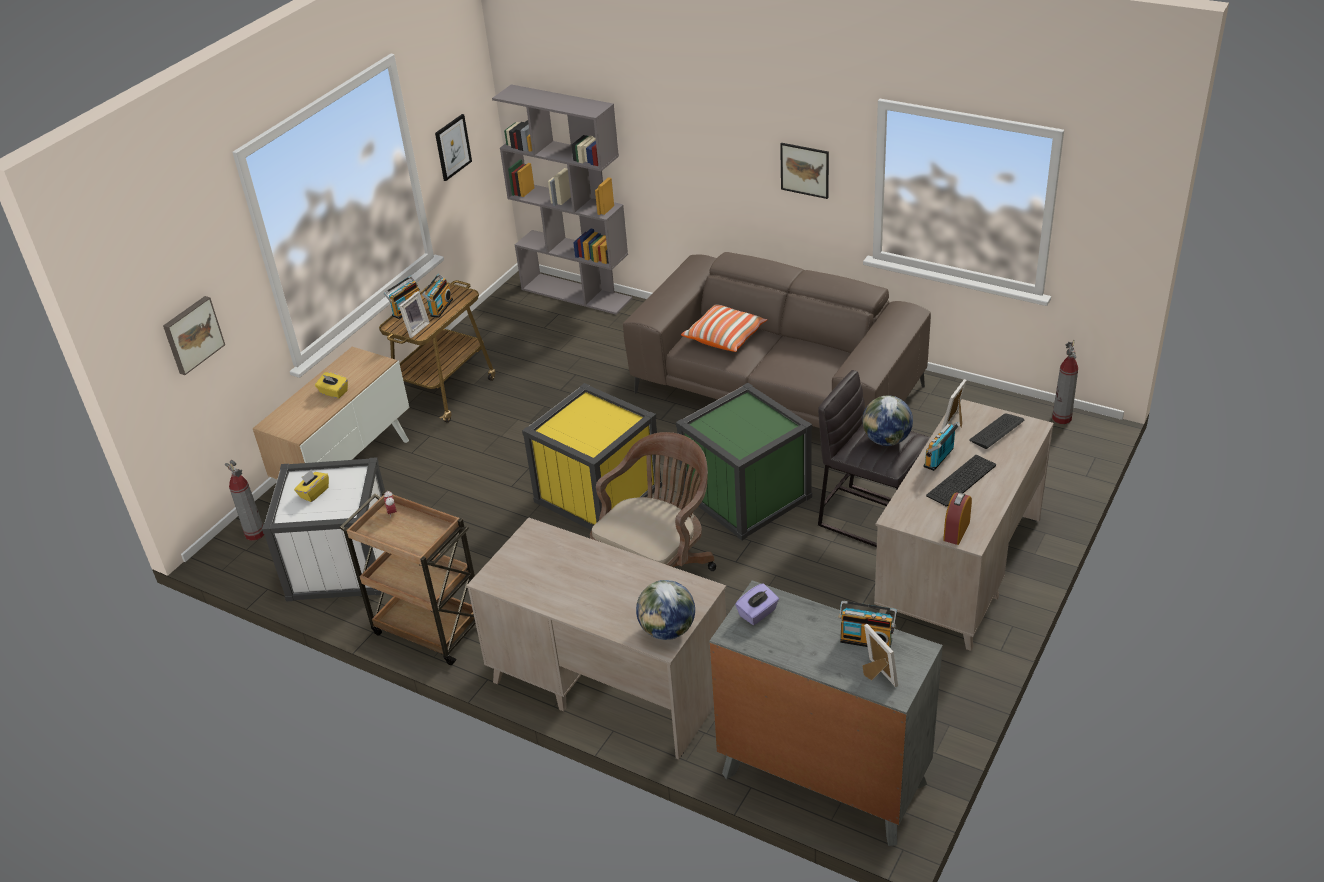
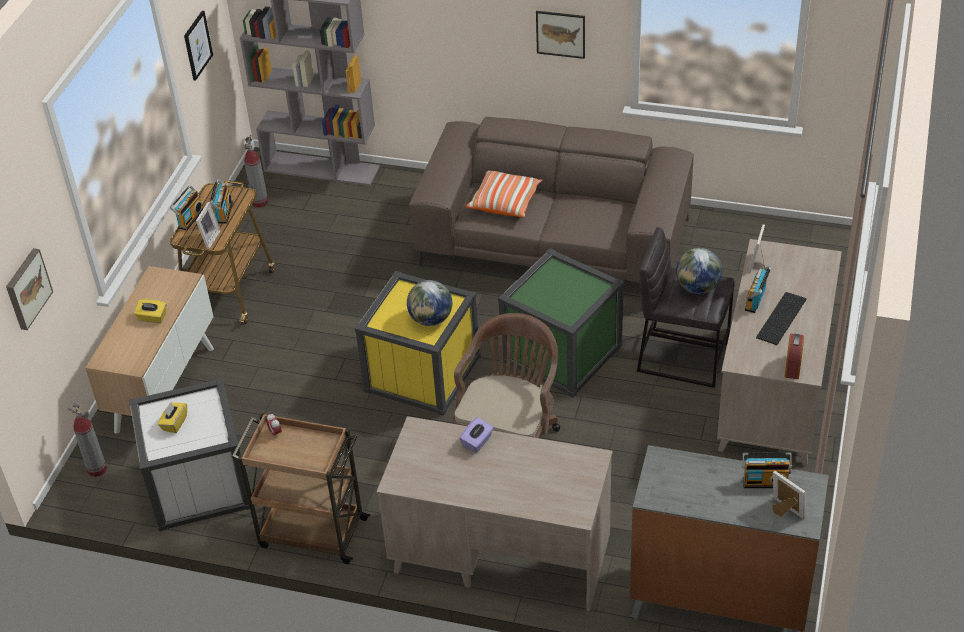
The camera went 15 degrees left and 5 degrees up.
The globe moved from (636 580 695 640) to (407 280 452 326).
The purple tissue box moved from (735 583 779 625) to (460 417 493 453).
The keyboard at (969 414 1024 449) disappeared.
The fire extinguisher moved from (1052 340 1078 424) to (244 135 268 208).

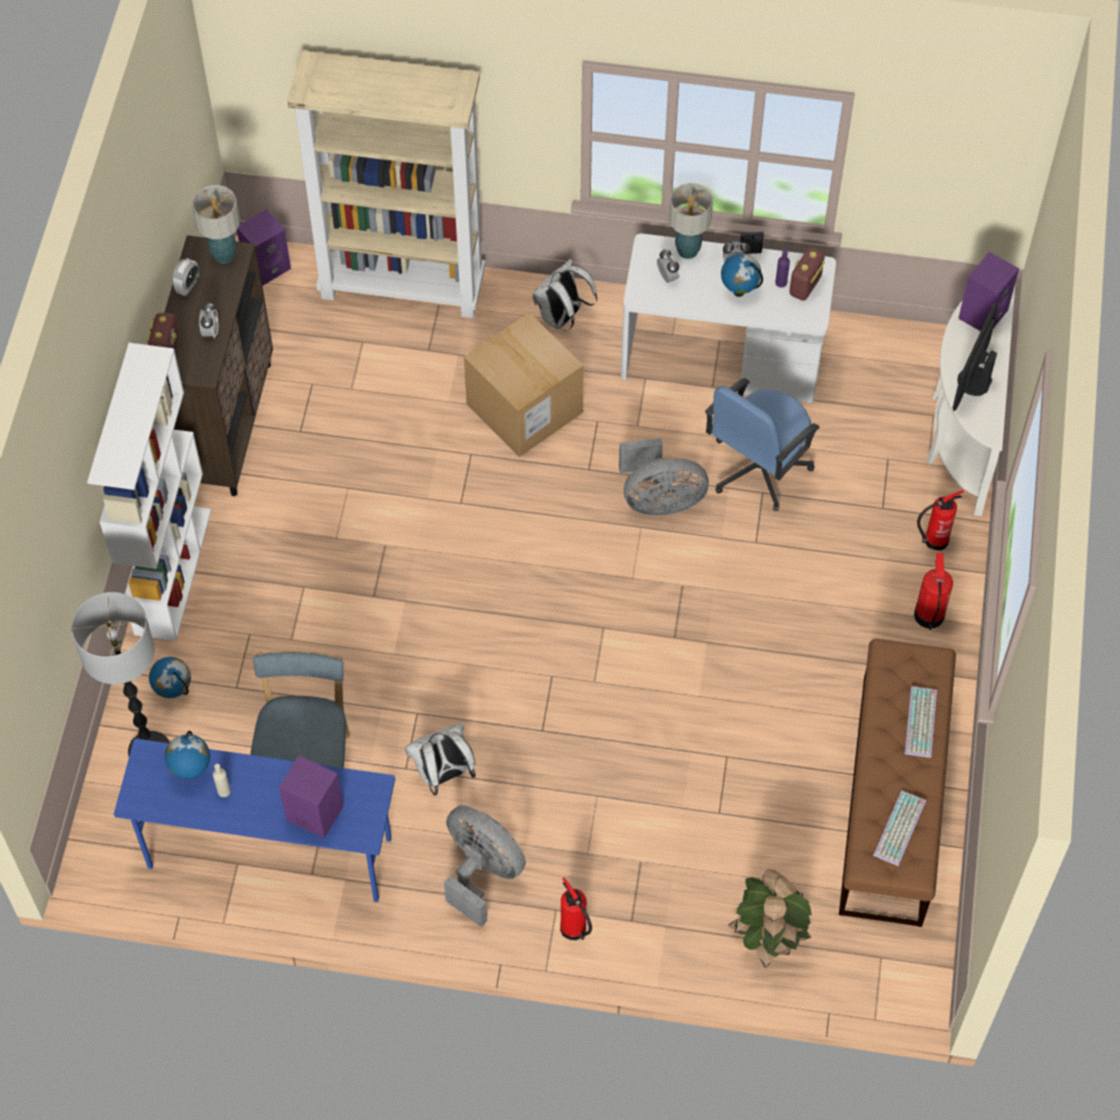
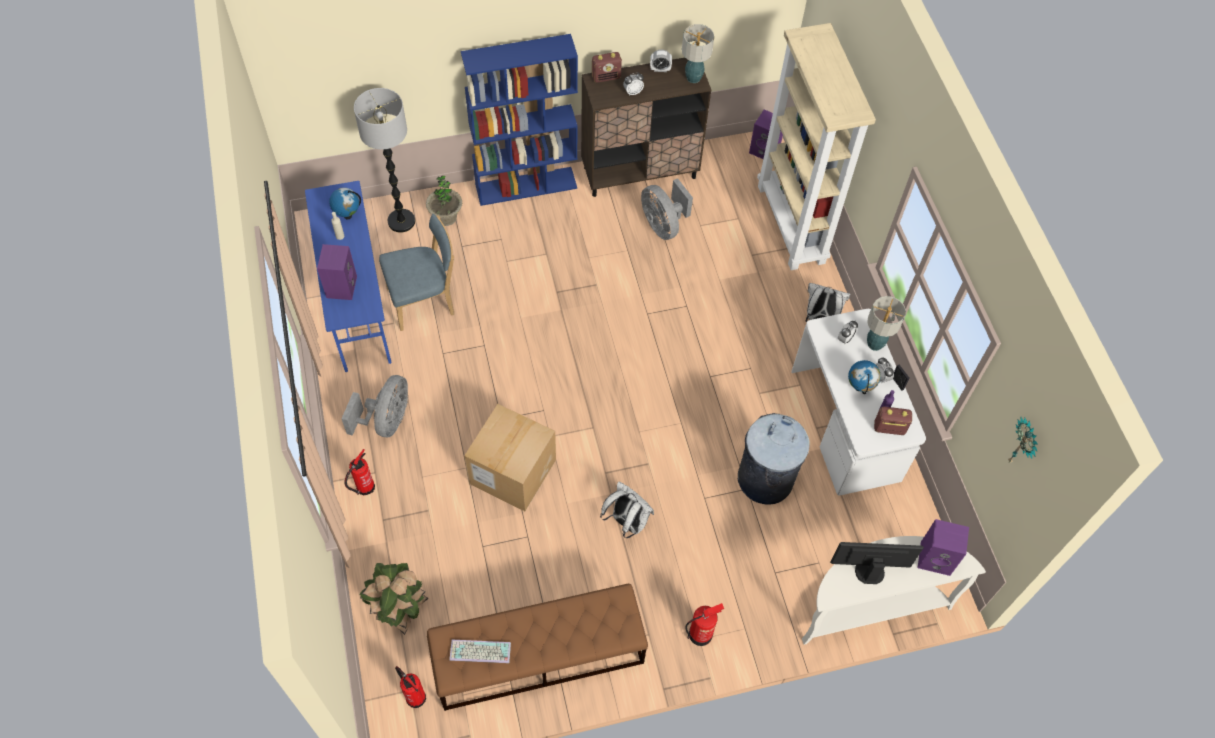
The camera went 65 degrees right and 0 degrees up.
The white bookcase at (87 343 211 641) became the blue bookcase at (461 34 578 206).
The globe at (149 657 191 698) was replaced by the potted plant at (426 176 462 226).
The white backpack moved from (405 722 476 795) to (600 482 654 538).
The cardboard box moved from (464 313 584 457) to (464 404 556 511).
The grey fan moved from (619 438 709 516) to (641 178 693 240).
The blue office chair at (705 378 820 511) was replaced by the grey trash can at (738 413 810 505).
The keyboard at (904 686 937 758) disappeared.
The fire extinguisher moved from (917 490 964 550) to (395 666 426 708).
The wall clock at (1008 417 1038 463) appeared.

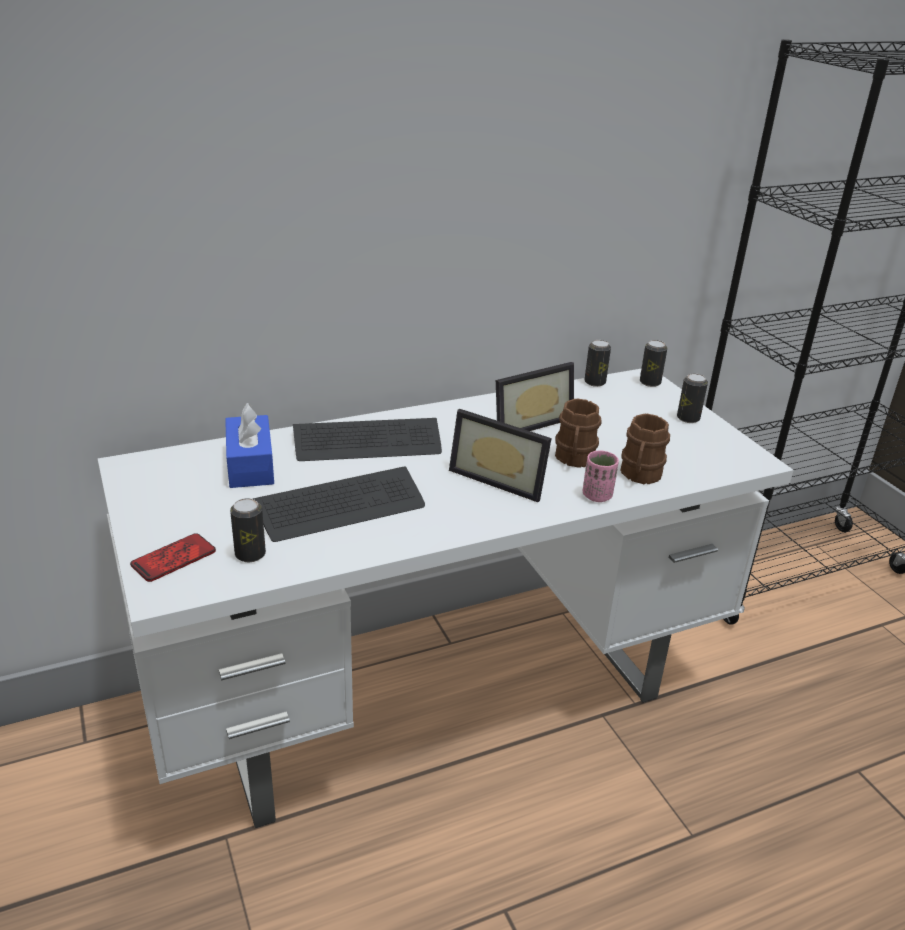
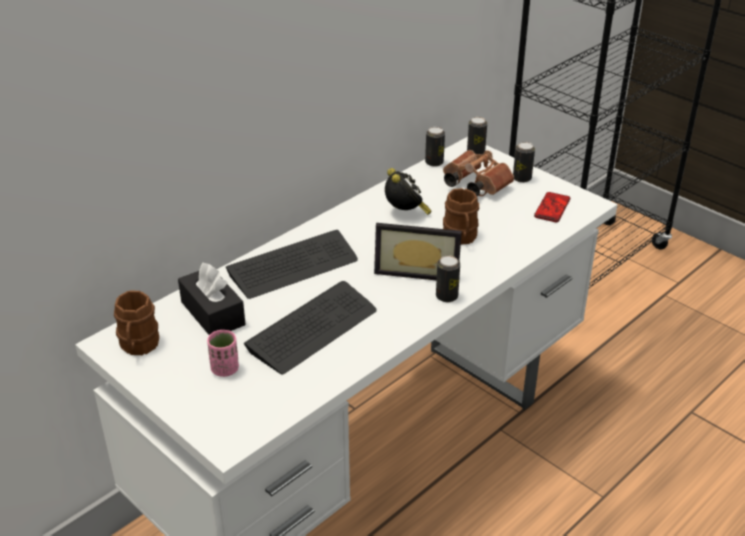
The camera went 20 degrees left and 5 degrees up.
The phone moved from (130 533 216 582) to (534 192 570 222).
The blue tissue box at (225 403 274 488) became the black tissue box at (178 262 246 335).
The can moved from (230 498 266 562) to (436 255 460 302).
The picture frame at (496 362 574 431) was replaced by the alarm clock at (385 168 432 215).
The pink cup moved from (583 451 619 502) to (207 330 239 377).
The brown mug moved from (620 414 670 484) to (114 291 159 355).
The brown binoculars at (443 150 514 196) appeared.

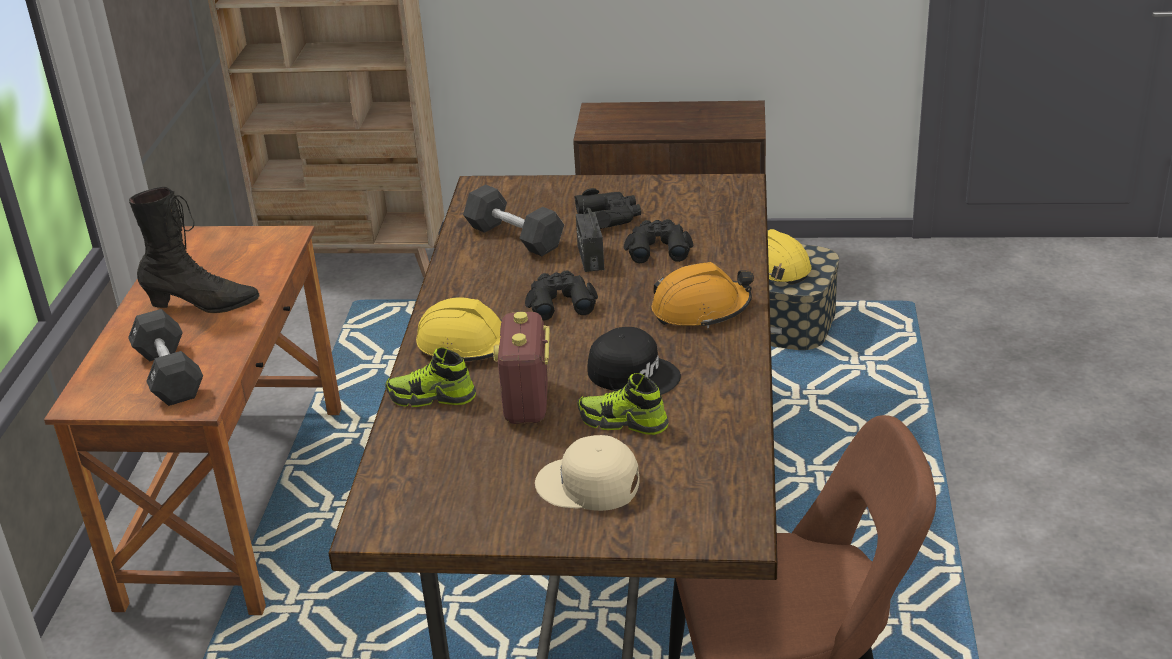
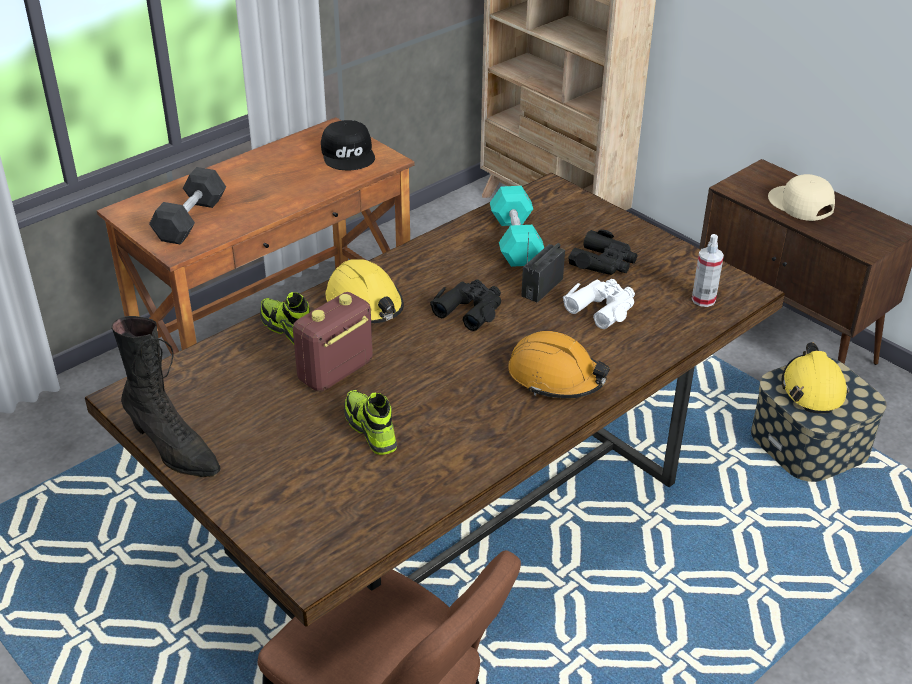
The camera went 40 degrees right and 5 degrees up.
The black boot moved from (129 187 260 313) to (111 316 220 477).
The black dumbbell at (463 184 564 256) became the turquoise dumbbell at (490 186 544 267).
The beige cap moved from (535 435 640 511) to (768 174 835 221).
The black cap moved from (587 327 681 395) to (321 120 375 170).
The black binoculars at (624 219 693 263) became the white binoculars at (563 279 635 329).
The spray bottle at (692 234 724 307) appeared.

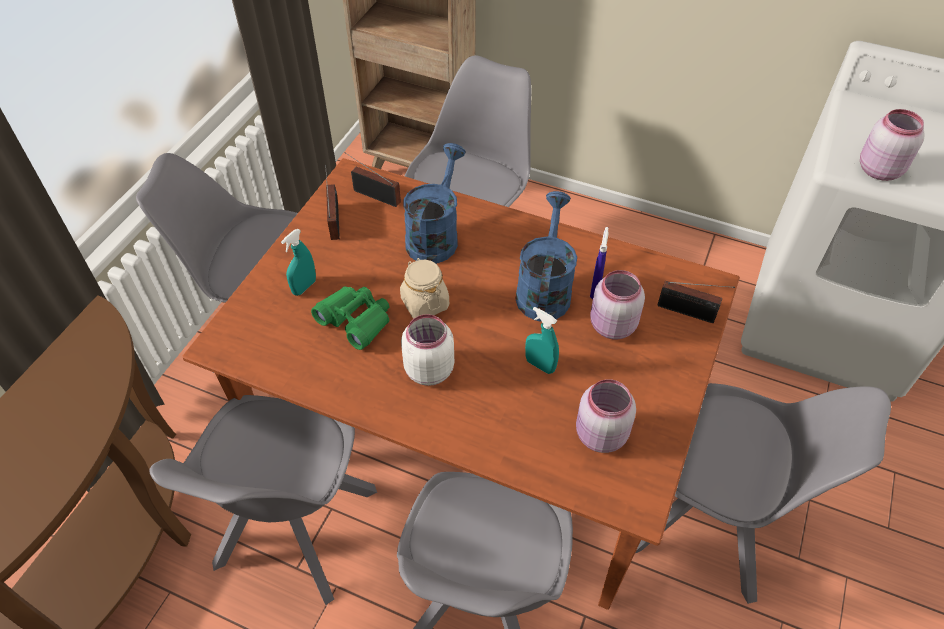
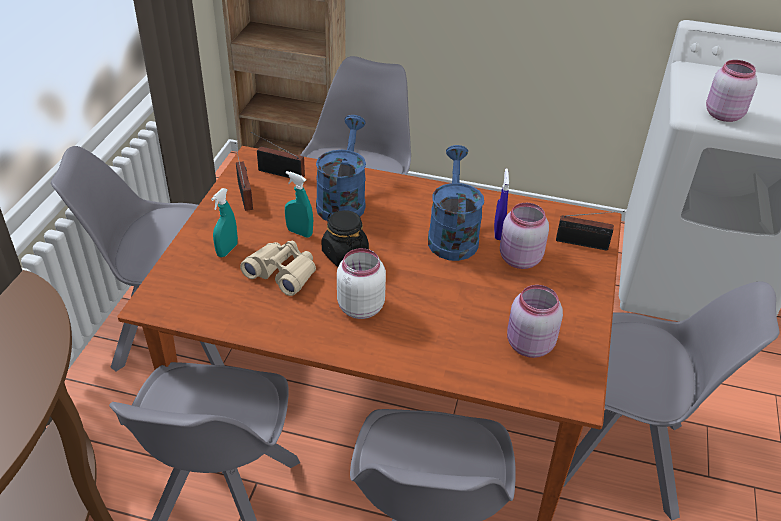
The camera went 10 degrees left and 10 degrees down.
The green binoculars at (311 286 389 350) became the beige binoculars at (240 241 316 296).
The beige jar at (400 258 449 318) became the black jar at (322 210 369 267).
The turquoise spray bottle moved from (525 307 559 374) to (285 171 313 238).

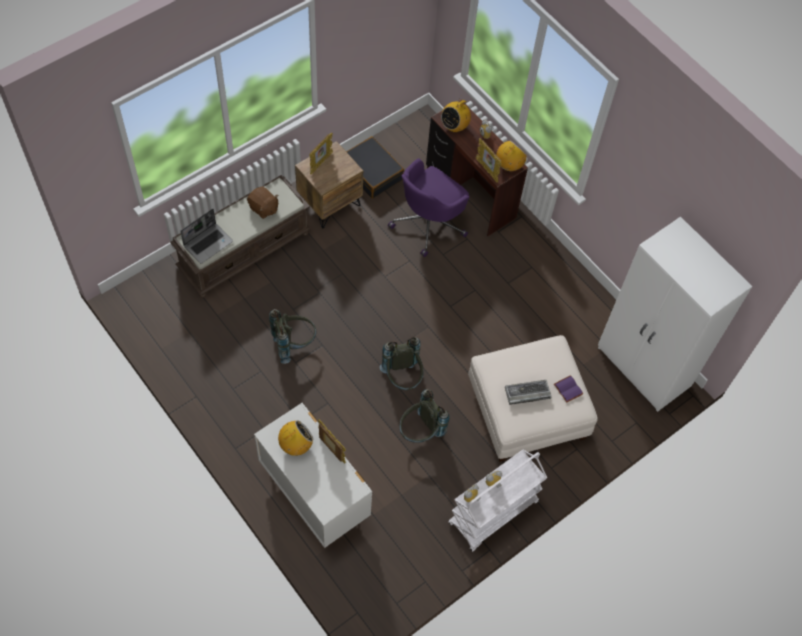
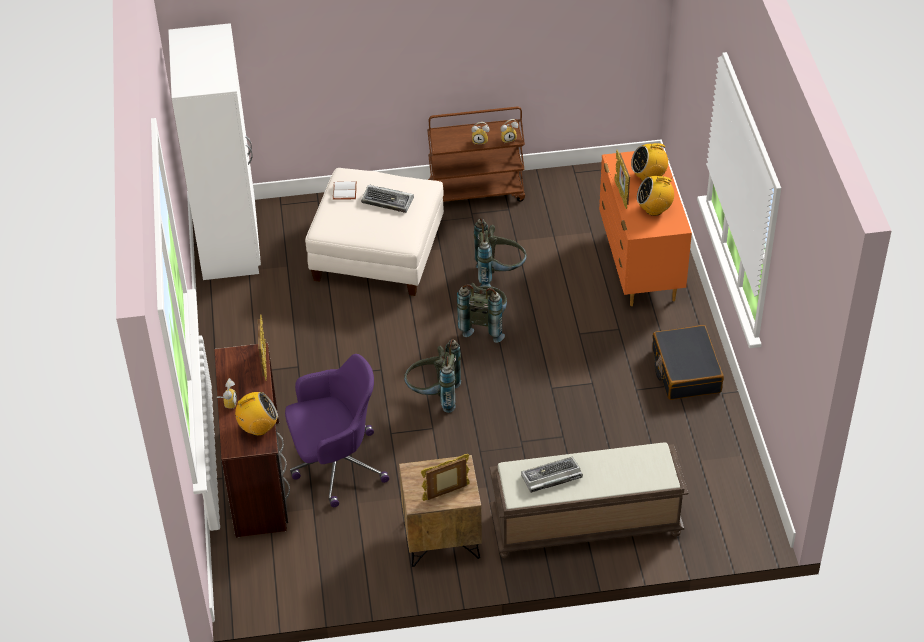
The camera went 145 degrees left and 15 degrees down.
The laptop at (180 209 233 264) disappeared.
The brown plush toy at (247 187 278 219) was replaced by the keyboard at (521 457 583 493).
The white dresser at (254 403 372 548) became the orange dresser at (599 148 692 306).
The grey backpack moved from (269 309 316 364) to (404 339 461 413).
The black suitcase moved from (346 136 404 199) to (652 325 724 400).
The white cart at (448 450 547 552) became the brown cart at (427 107 525 202).
The radio moved from (496 141 527 172) to (631 143 668 181).
The purple book at (554 375 583 403) became the white book at (333 181 357 200).

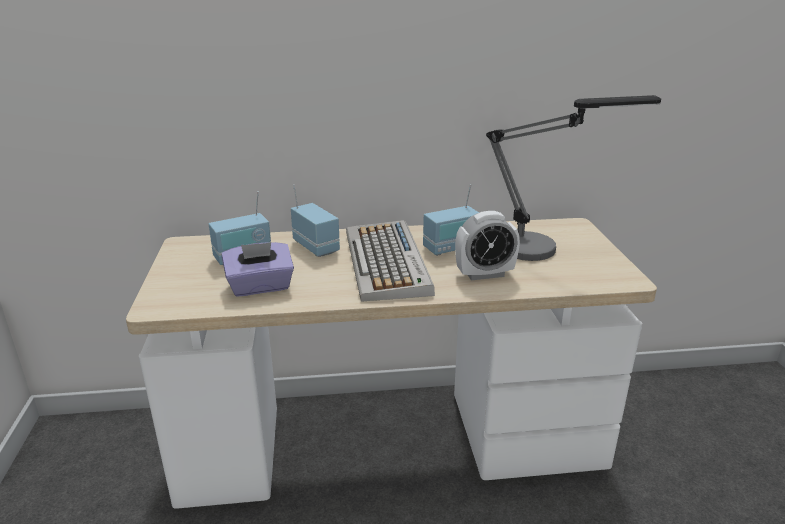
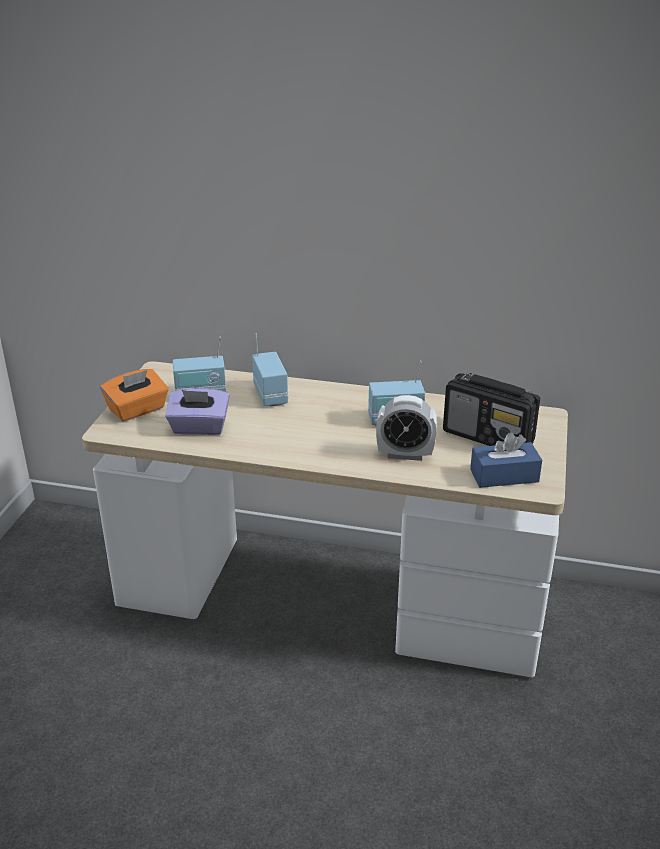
The camera went 20 degrees right and 5 degrees up.
The keyboard at (346 220 435 302) disappeared.
The table lamp at (486 95 661 261) was replaced by the radio at (443 373 540 446).
The orange tissue box at (101 369 168 422) appeared.
The blue tissue box at (470 432 542 488) appeared.

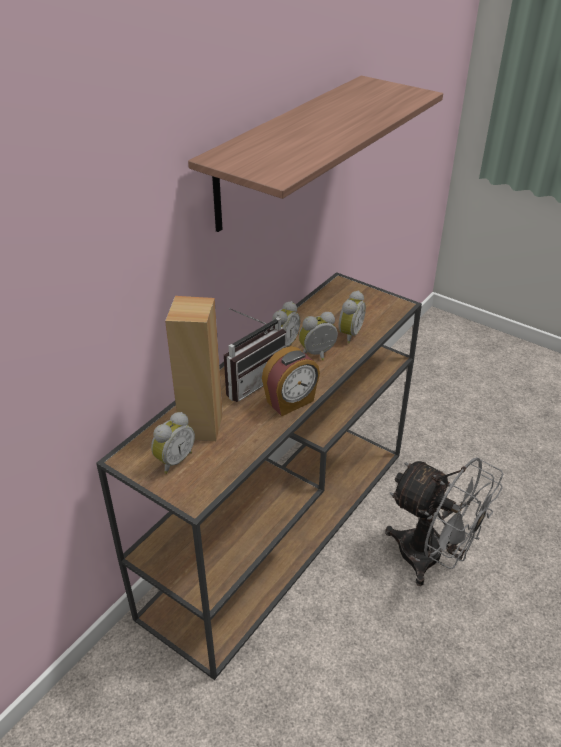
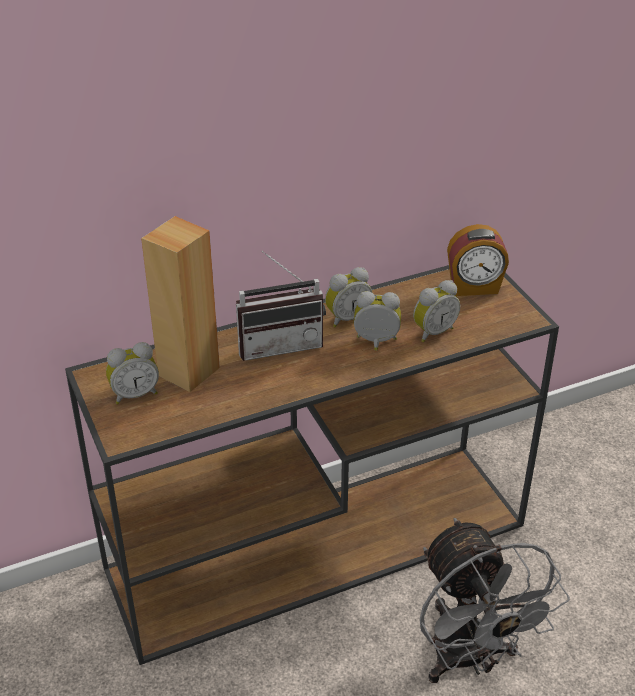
The camera went 30 degrees right and 0 degrees up.
The shelf at (188 76 443 232) disappeared.
The alarm clock moved from (262 346 320 416) to (447 224 509 296).

